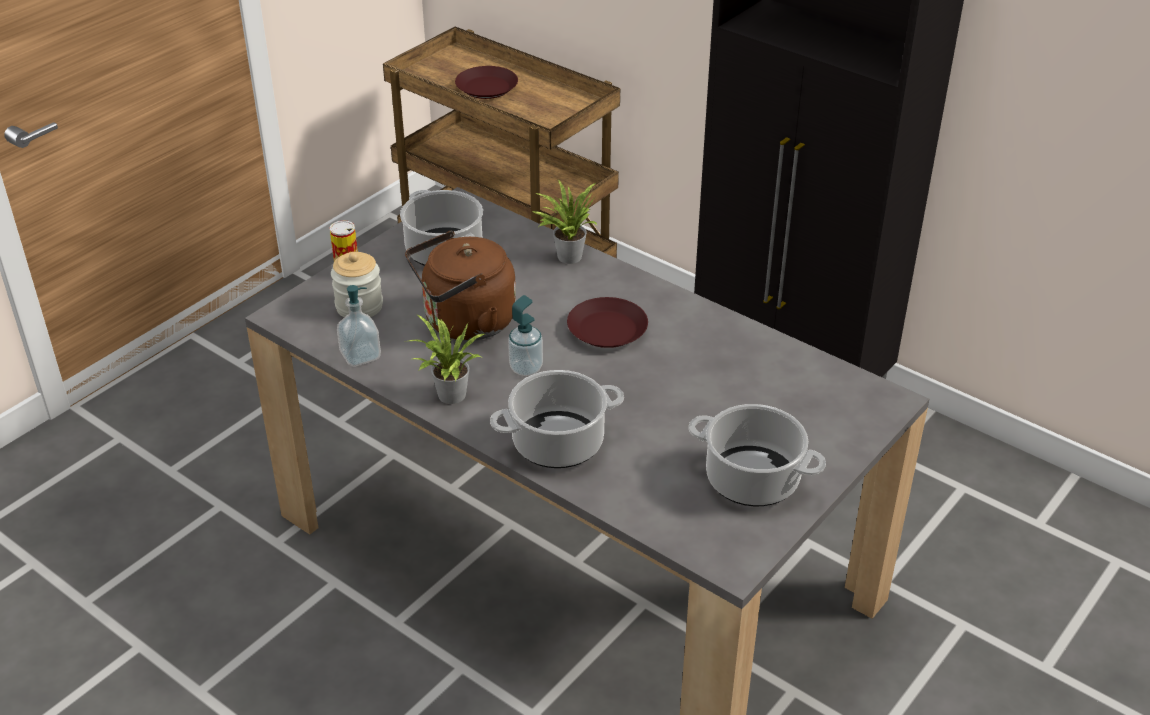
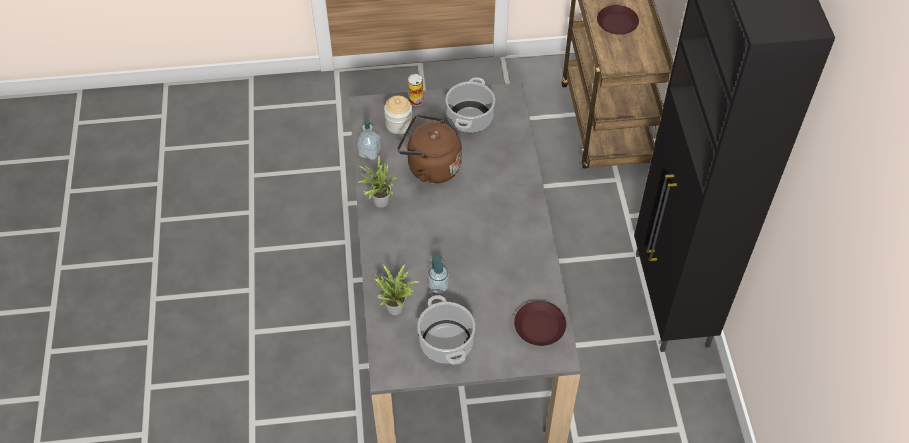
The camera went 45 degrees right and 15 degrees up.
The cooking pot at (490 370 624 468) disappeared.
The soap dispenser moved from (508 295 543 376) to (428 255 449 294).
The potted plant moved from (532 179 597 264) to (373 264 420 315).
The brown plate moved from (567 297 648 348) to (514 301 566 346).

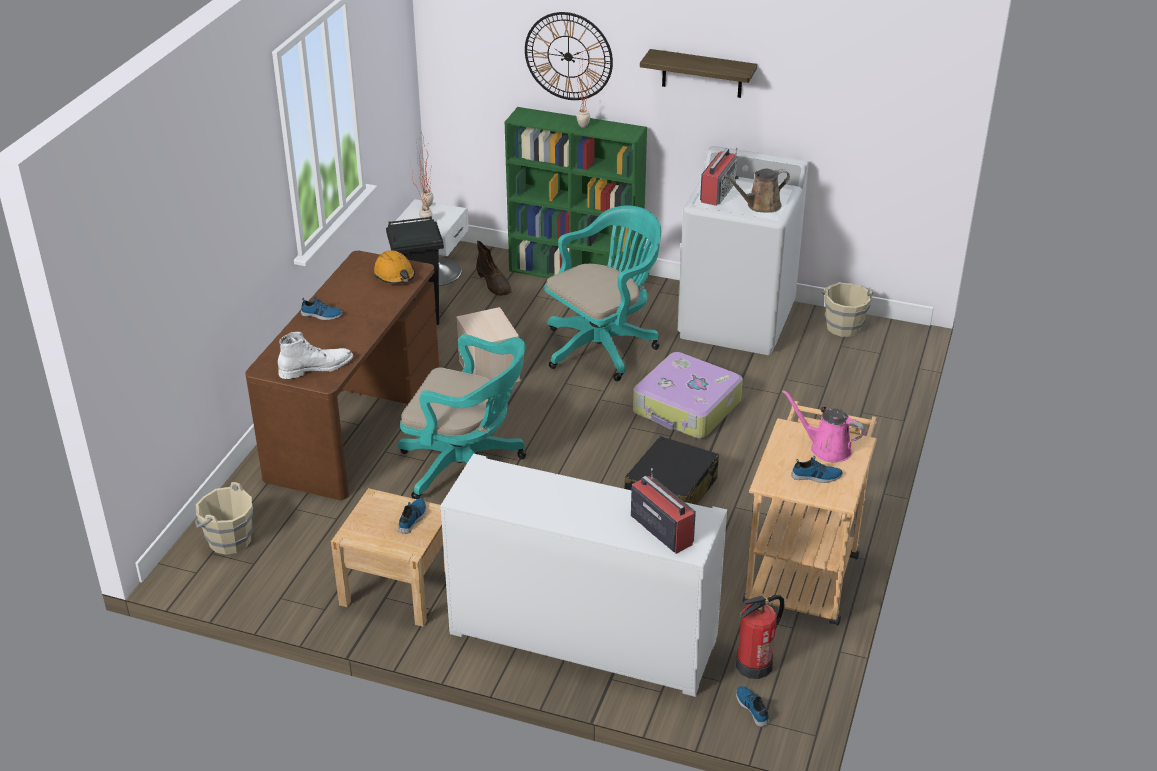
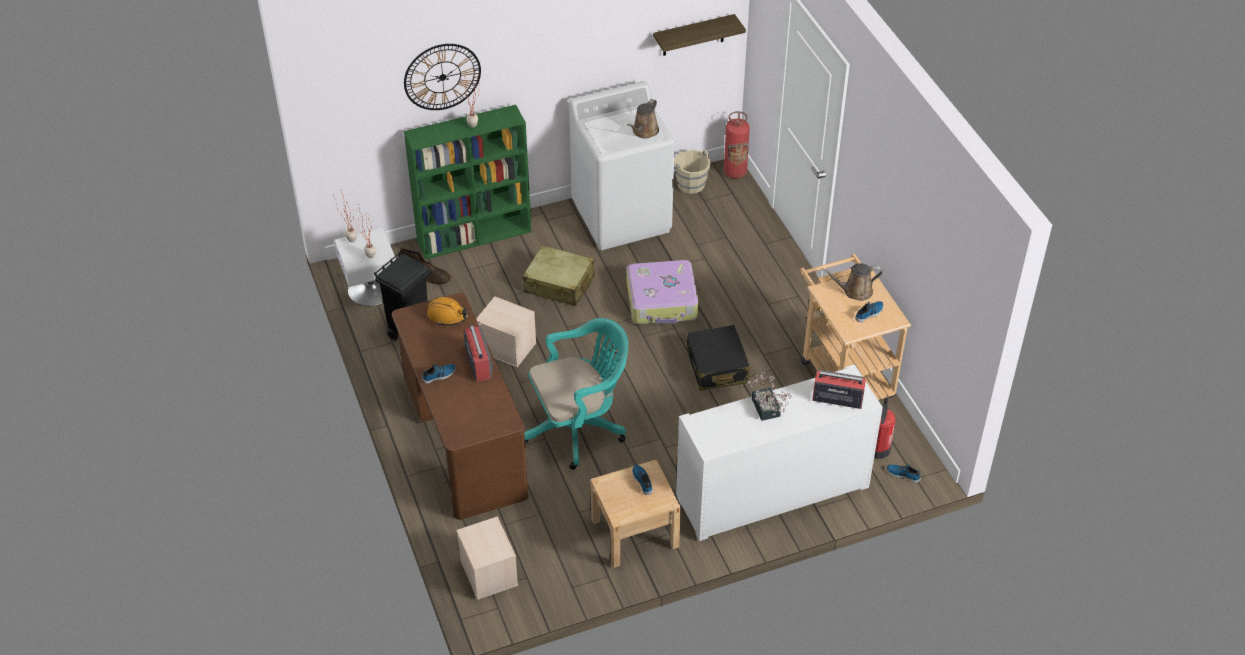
The camera went 40 degrees left and 10 degrees up.
The beige bucket at (195 482 253 555) was replaced by the beige storage box at (457 516 518 600).
The white boot at (278 332 353 379) disappeared.
The turquoise office chair at (545 205 661 381) was replaced by the beige suitcase at (522 245 595 306).
The shelf moved from (640 49 757 98) to (653 14 746 56).
The radio moved from (700 147 739 206) to (463 321 494 382).
The pink watering can at (782 390 865 462) became the brown watering can at (821 263 882 301).
The fire extinguisher at (724 111 750 179) appeared.
The potted plant at (747 372 791 421) appeared.

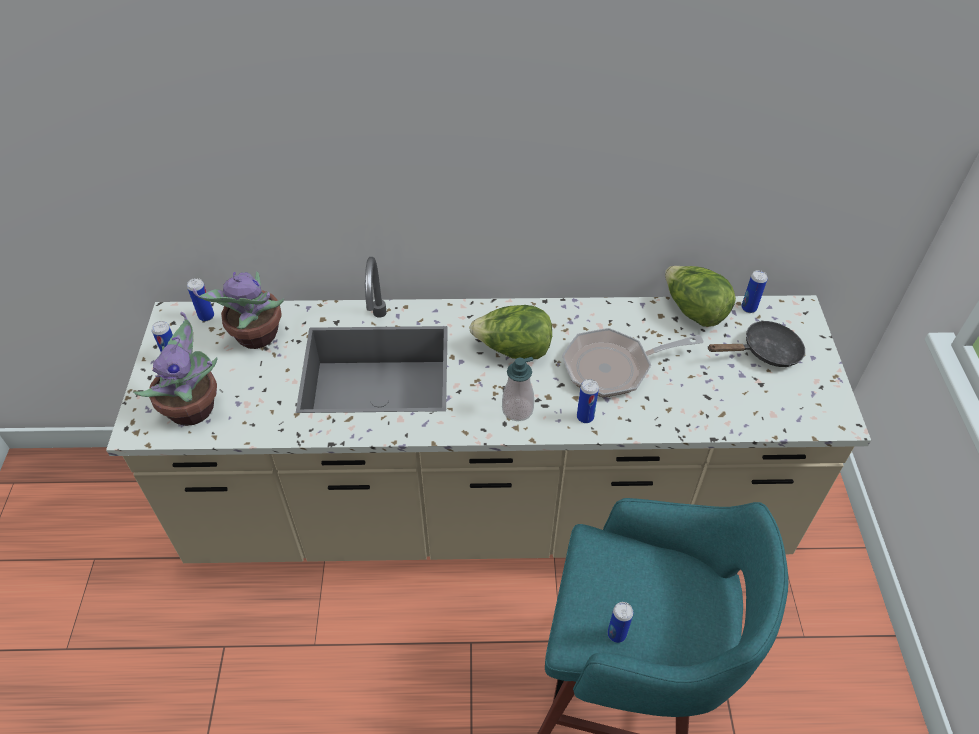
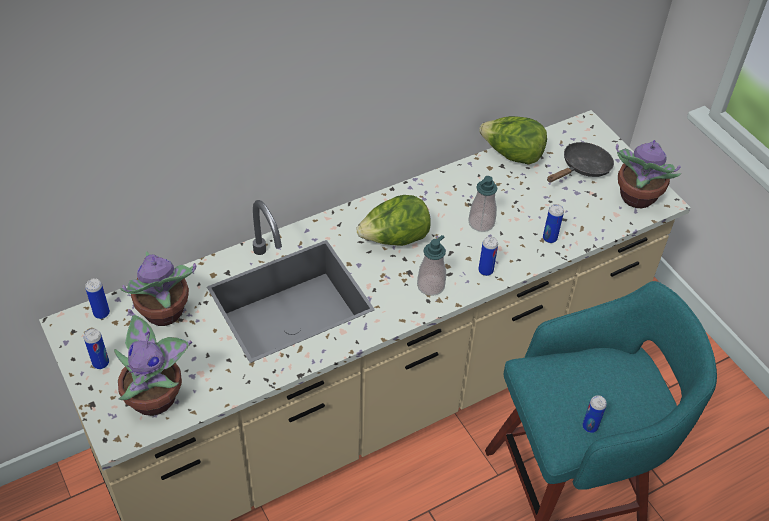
The camera went 30 degrees left and 0 degrees up.
The frying pan at (562 328 704 397) was replaced by the soap dispenser at (468 176 497 232).
The can moved from (741 270 768 313) to (543 204 564 243).
The potted plant at (616 140 681 208) appeared.

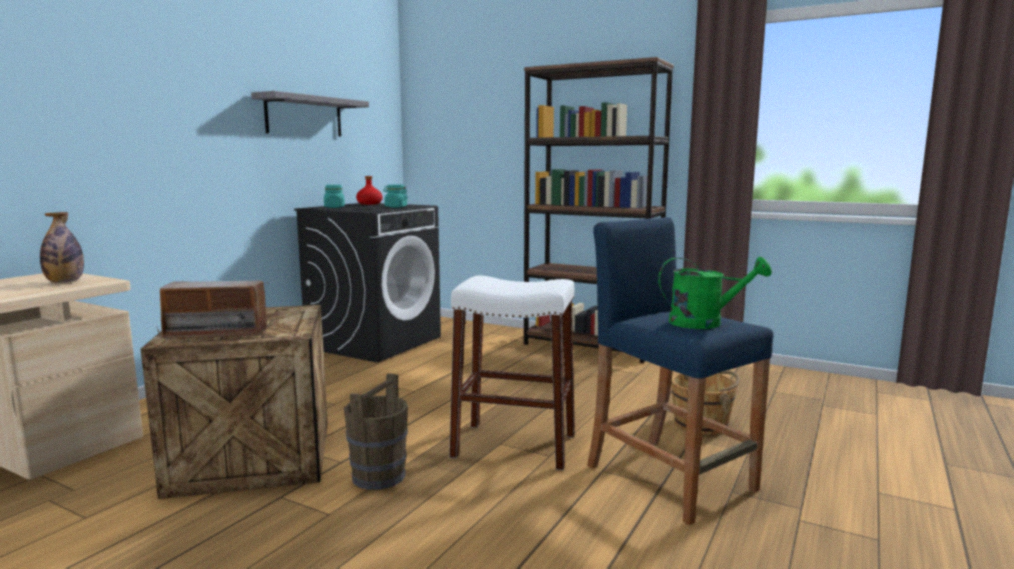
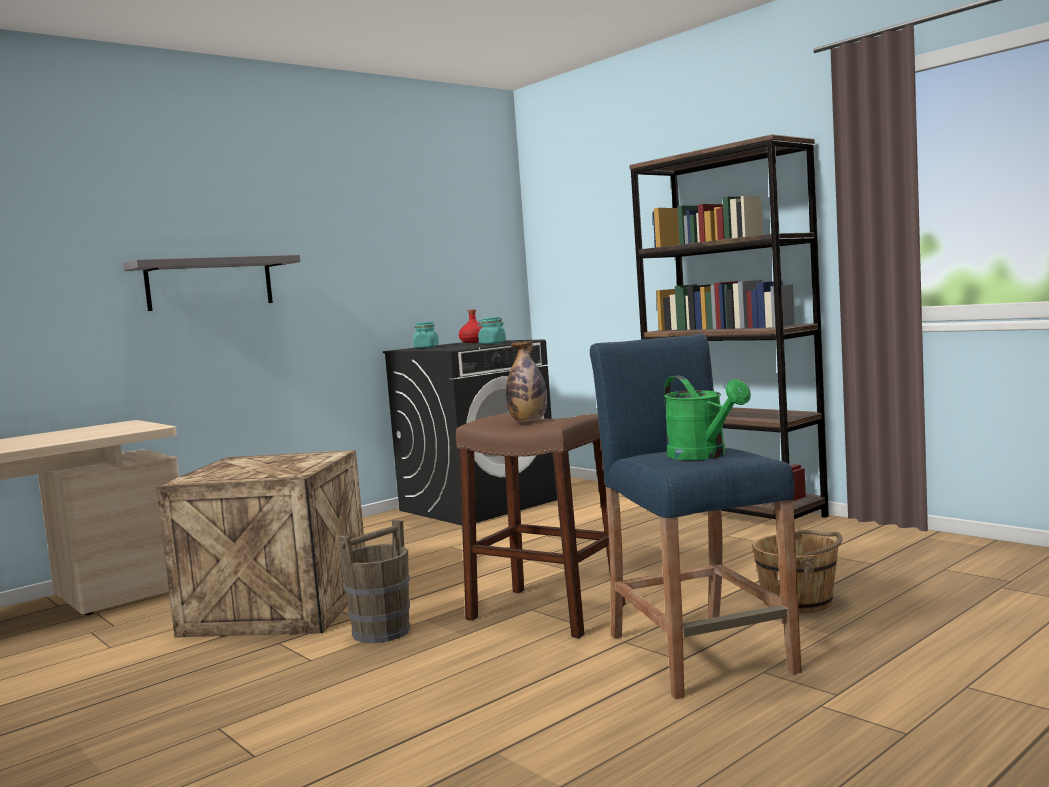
The camera went 20 degrees right and 5 degrees down.
The bottle moved from (40 212 84 283) to (506 341 547 422).
The radio at (156 280 269 340) disappeared.
The grey shelf moved from (251 91 369 136) to (123 255 301 311).
The white stool at (449 276 575 470) became the brown stool at (456 413 626 638).
The green watering can at (658 257 772 329) turned 45 degrees clockwise.

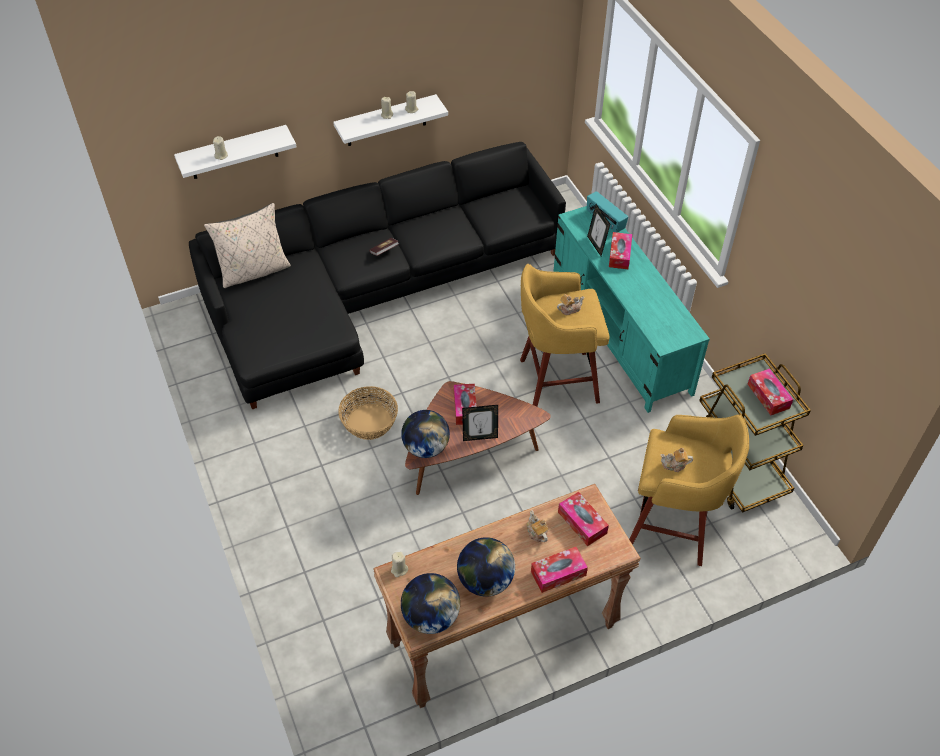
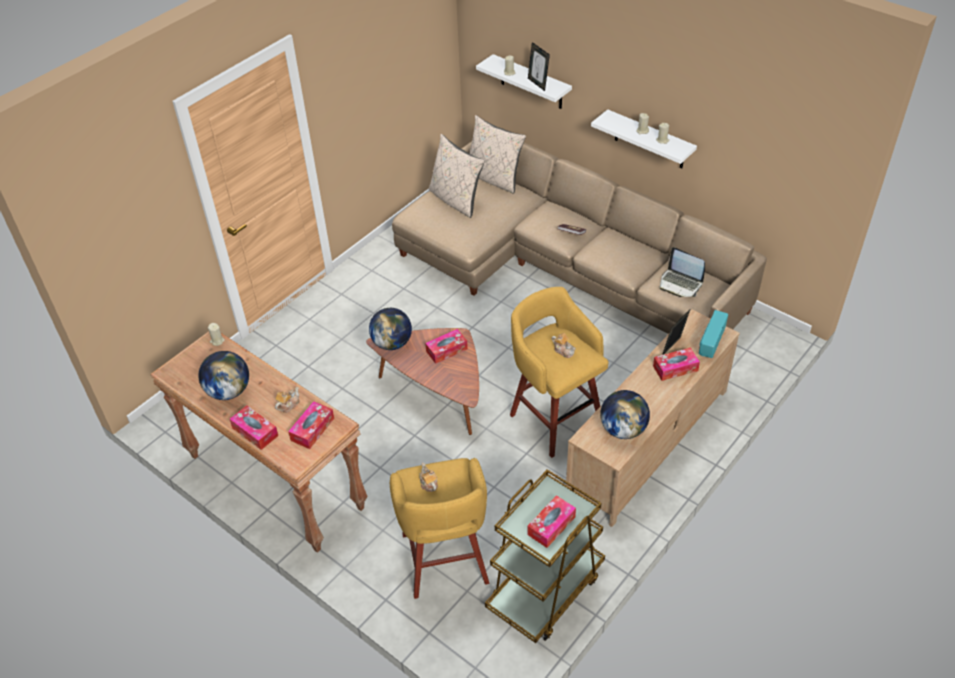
The camera went 65 degrees right and 5 degrees down.
The black sofa at (189 142 566 409) became the beige sofa at (392 141 767 334).
The basket at (338 386 398 440) disappeared.
The globe moved from (401 573 460 634) to (600 390 650 439).
The picture frame moved from (462 405 498 441) to (528 42 550 91).
The turquoise tv stand at (553 206 710 413) became the beige tv stand at (566 309 740 527).
The beige pillow at (429 134 485 218) appeared.
The laptop at (660 247 705 297) appeared.

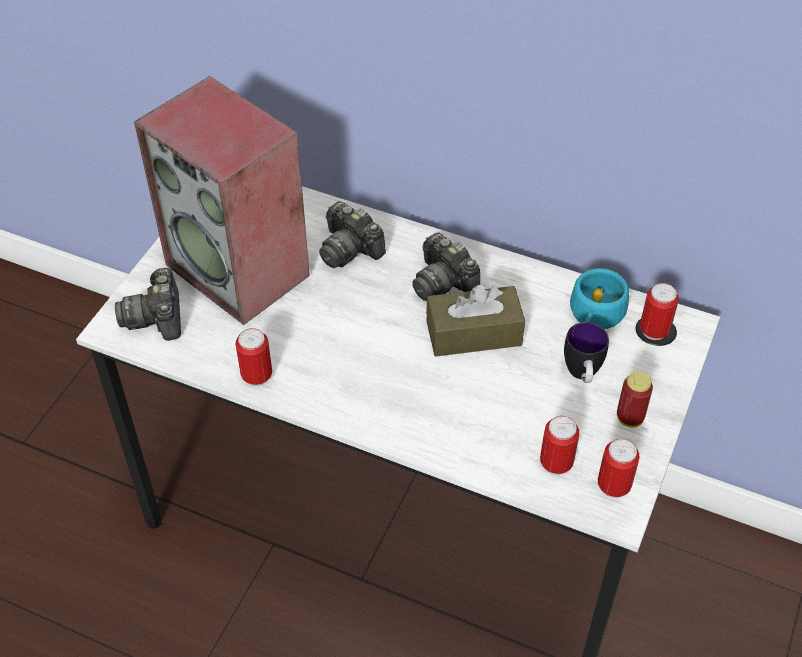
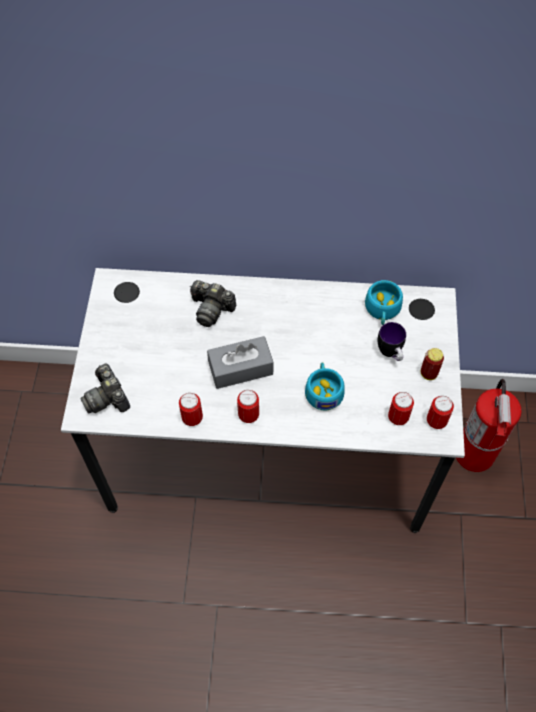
The camera went 20 degrees left and 10 degrees up.
The speaker at (134 76 310 325) disappeared.
The photo camera at (412 233 480 301) disappeared.
The brown tissue box at (426 285 525 357) disappeared.
The can moved from (640 283 679 340) to (237 390 259 423).
The grey tissue box at (207 336 273 389) appeared.
The turquoise cup at (305 362 345 410) appeared.
The fire extinguisher at (456 379 522 472) appeared.

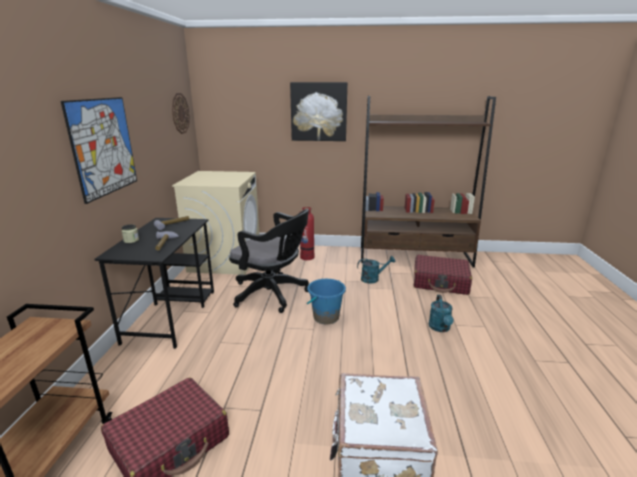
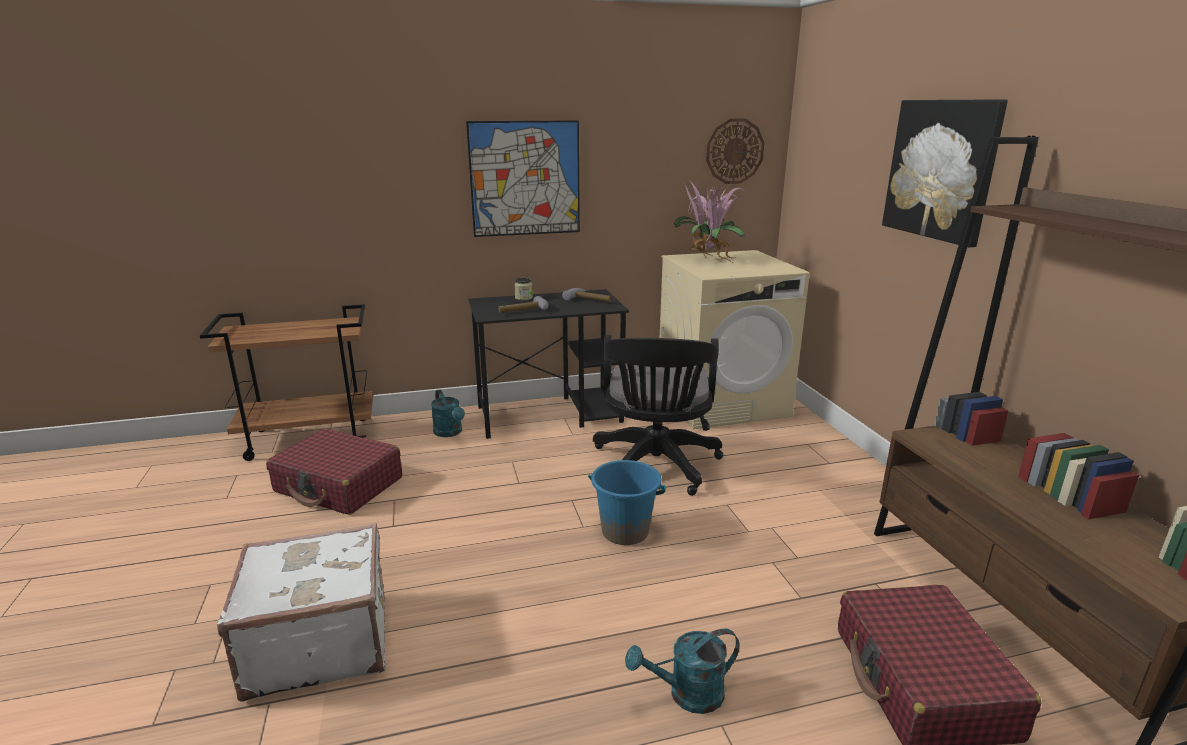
The camera went 70 degrees right and 0 degrees up.
The fire extinguisher at (299 207 314 260) disappeared.
The turquoise watering can moved from (357 256 395 284) to (431 390 465 437).
The potted plant at (674 181 745 262) appeared.

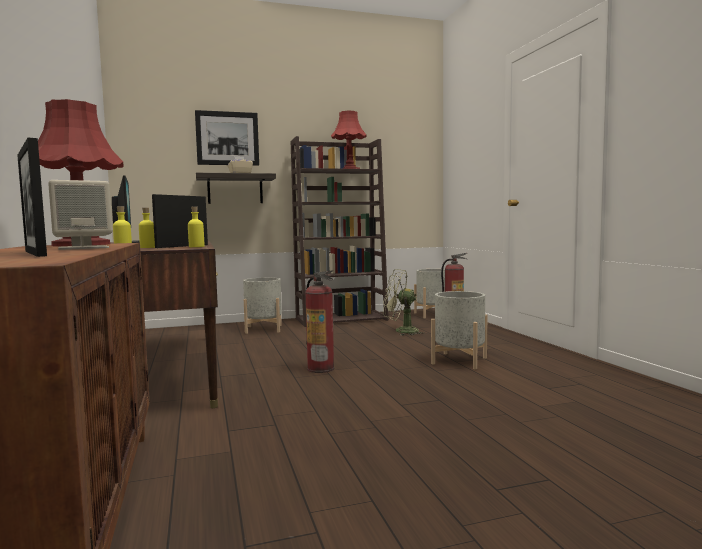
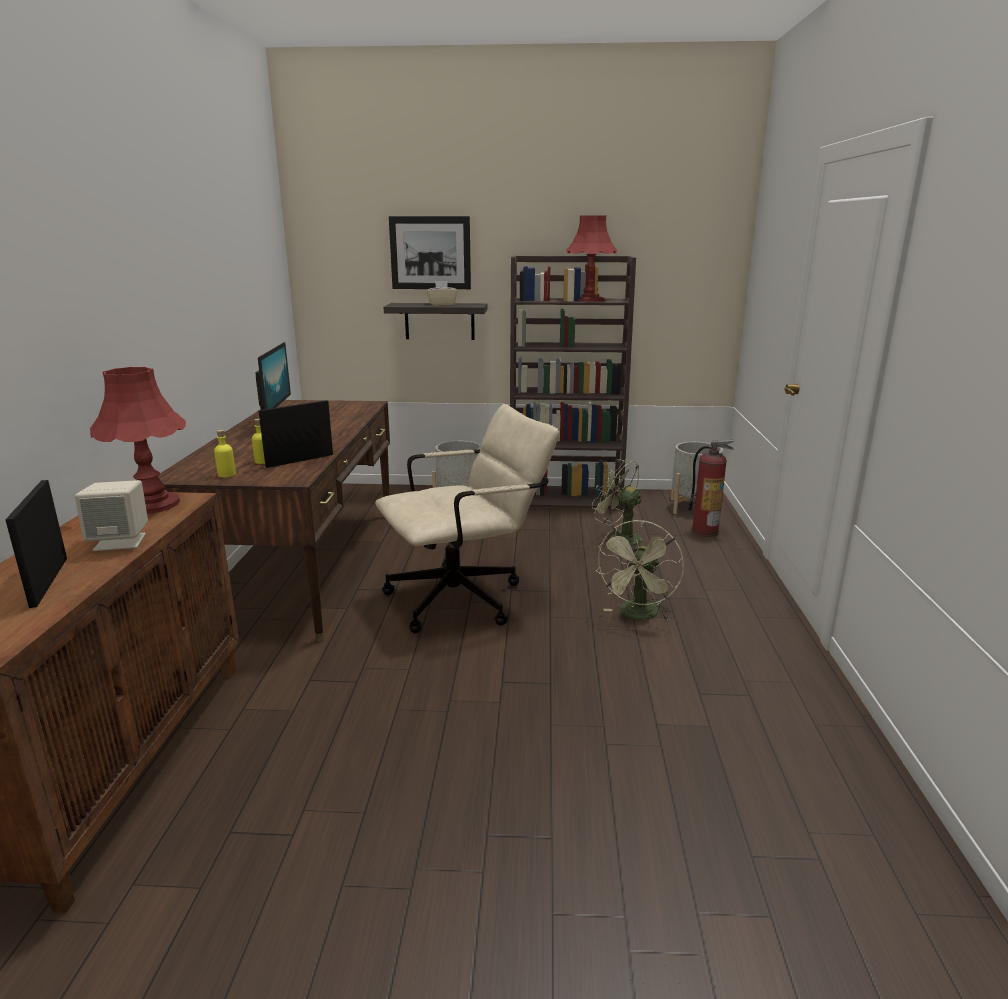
The camera went 20 degrees right and 15 degrees up.
The yellow bottle at (188 206 205 247) disappeared.
The fire extinguisher at (306 270 334 373) was replaced by the beige office chair at (375 404 559 634).
The grey planter at (431 291 487 369) was replaced by the green fan at (595 520 684 620).

